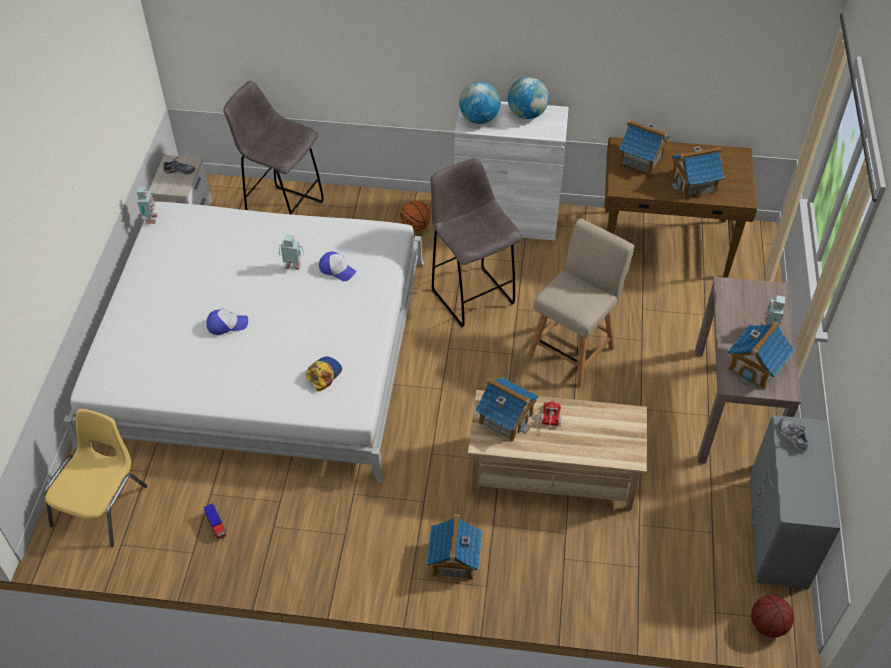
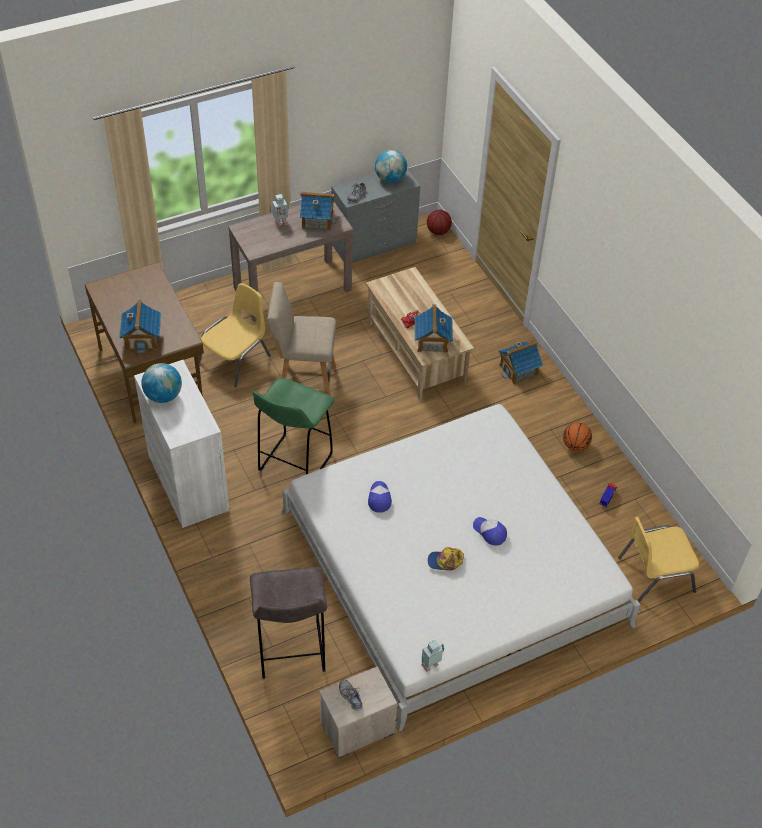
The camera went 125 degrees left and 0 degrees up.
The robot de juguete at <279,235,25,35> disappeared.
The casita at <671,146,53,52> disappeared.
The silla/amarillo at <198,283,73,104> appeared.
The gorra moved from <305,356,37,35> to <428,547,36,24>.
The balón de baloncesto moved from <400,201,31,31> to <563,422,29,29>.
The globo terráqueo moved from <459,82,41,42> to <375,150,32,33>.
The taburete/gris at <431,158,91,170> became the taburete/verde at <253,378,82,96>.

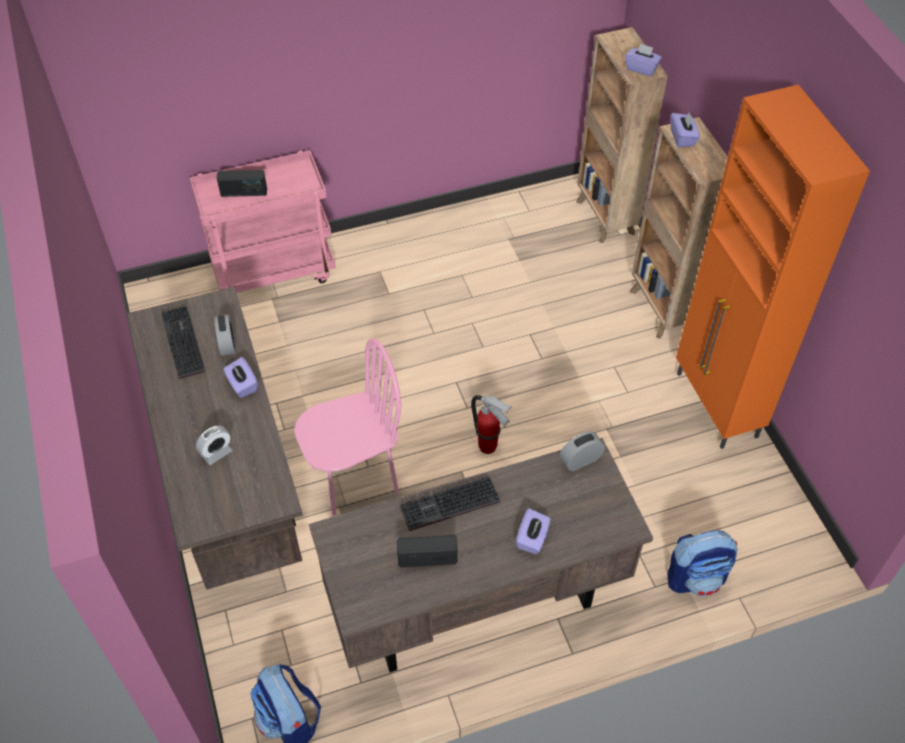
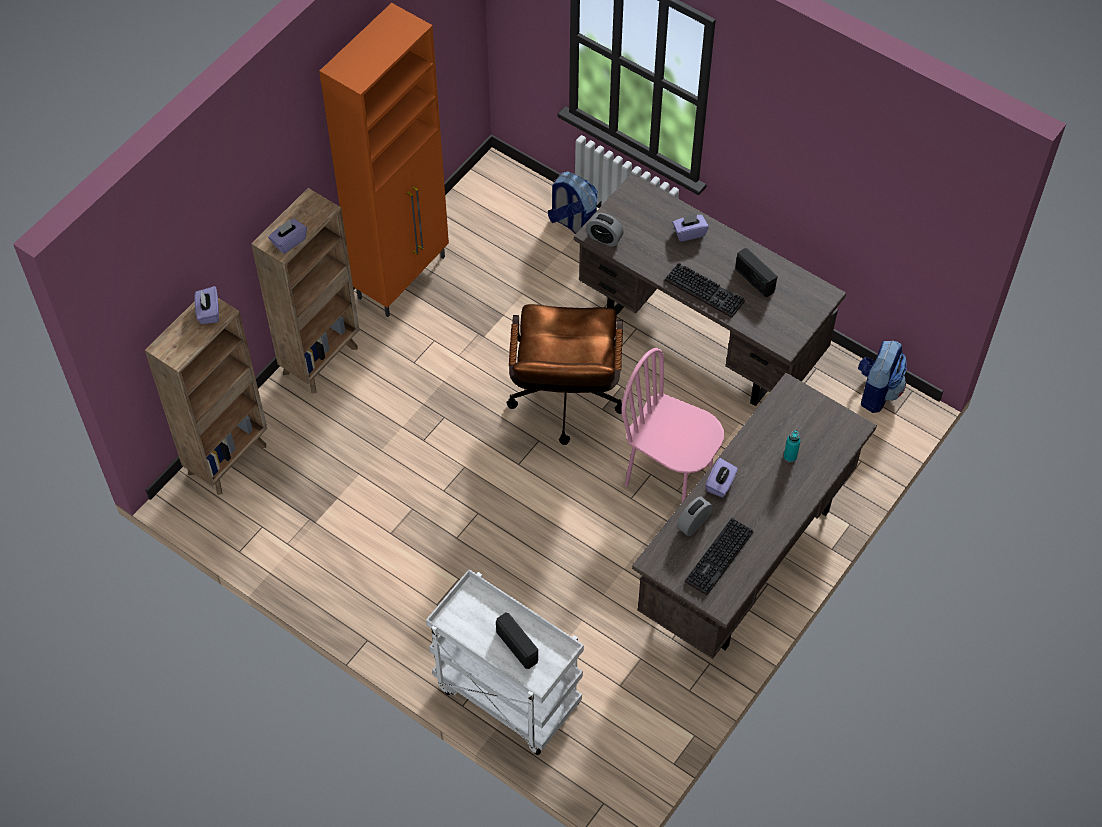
The camera went 125 degrees left and 5 degrees up.
The despertador at <196,425,36,40> was replaced by the botella/turquesa at <784,430,17,32>.
The extintor at <471,395,41,59> was replaced by the silla de oficina/marrón at <506,304,117,141>.
The carrito/rosa at <190,150,146,143> became the carrito/blanco at <426,569,158,186>.

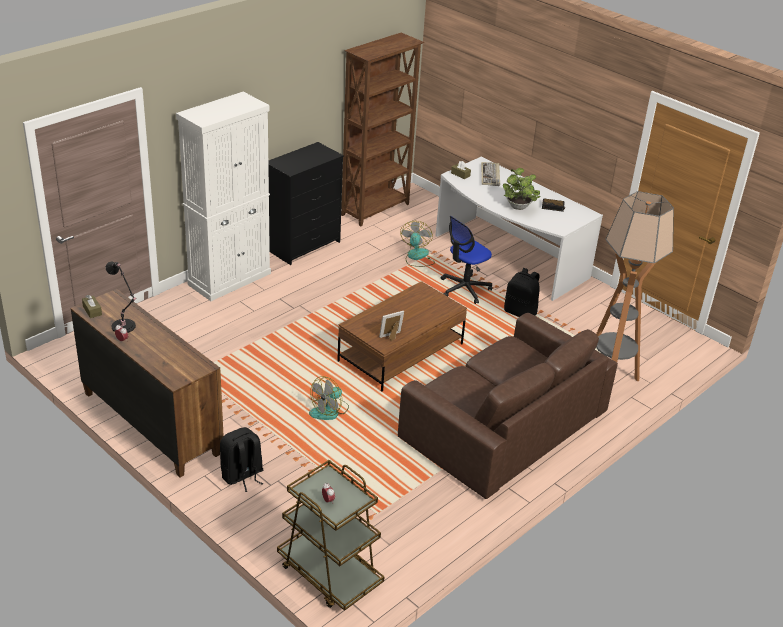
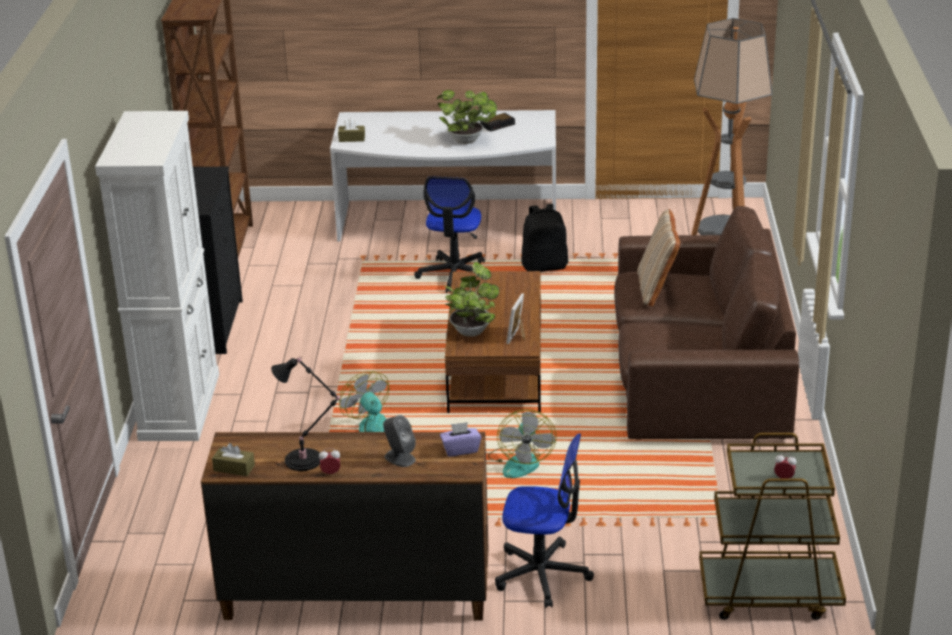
The camera went 40 degrees left and 5 degrees down.
The teclado at <481,162,19,24> disappeared.
The altavoz/gris at <383,415,33,52> appeared.
The caja de pañuelos/morado at <440,422,41,35> appeared.
The planta en maceta at <445,262,54,75> appeared.
The cojín/beis at <637,209,43,98> appeared.
The ventilador moved from <400,221,35,46> to <339,371,73,61>.
The mochila/negro at <220,427,43,65> was replaced by the silla de oficina at <495,433,99,175>.

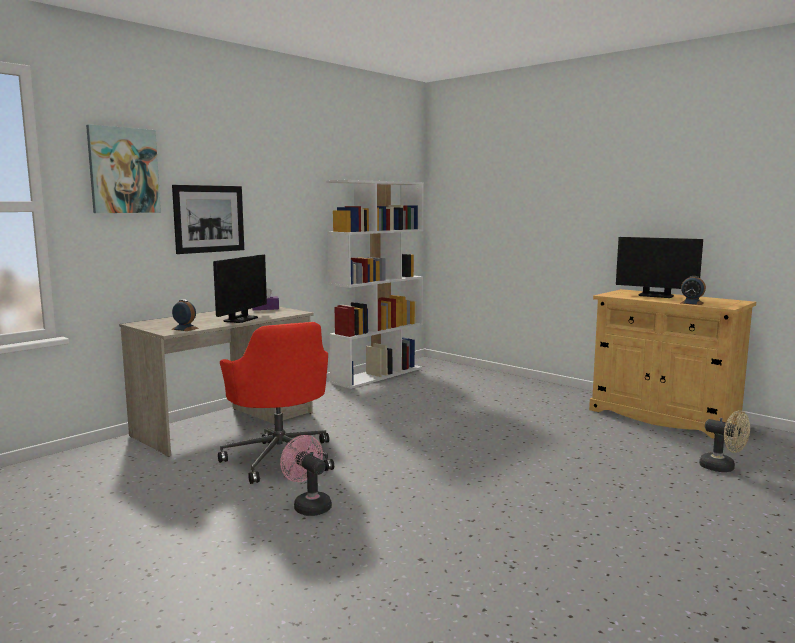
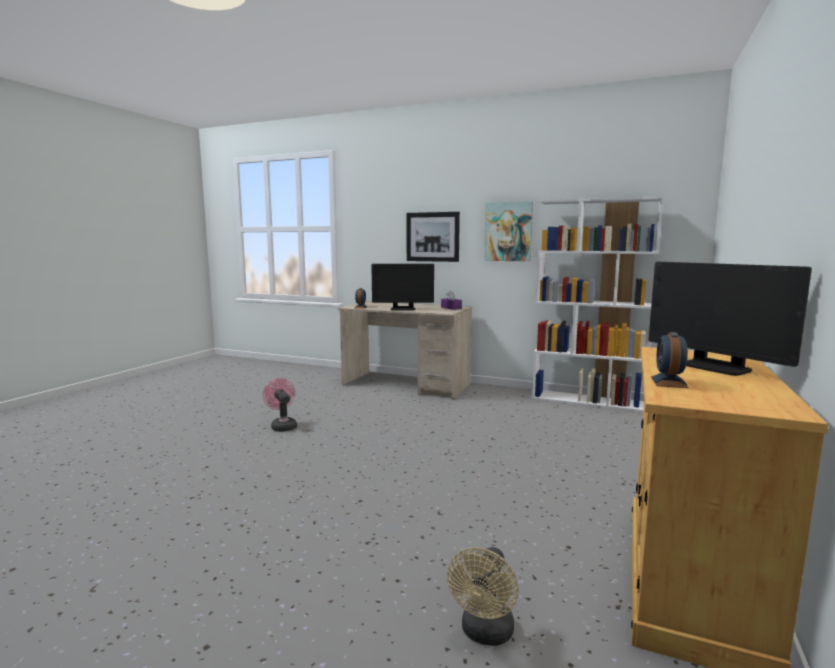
The camera went 70 degrees right and 0 degrees up.
The silla de oficina/rojo at <218,322,116,162> disappeared.
The cuadro moved from <86,124,75,89> to <484,201,49,60>.
The ventilador/rosa at <280,435,52,81> turned 60 degrees counterclockwise.
The monitor at <616,237,87,61> turned 45 degrees counterclockwise.

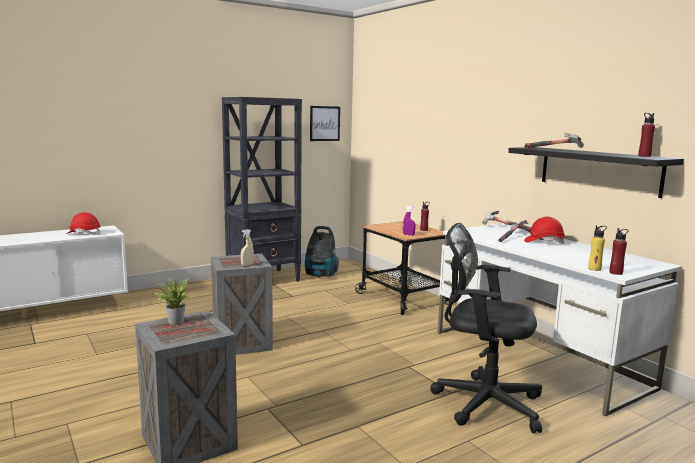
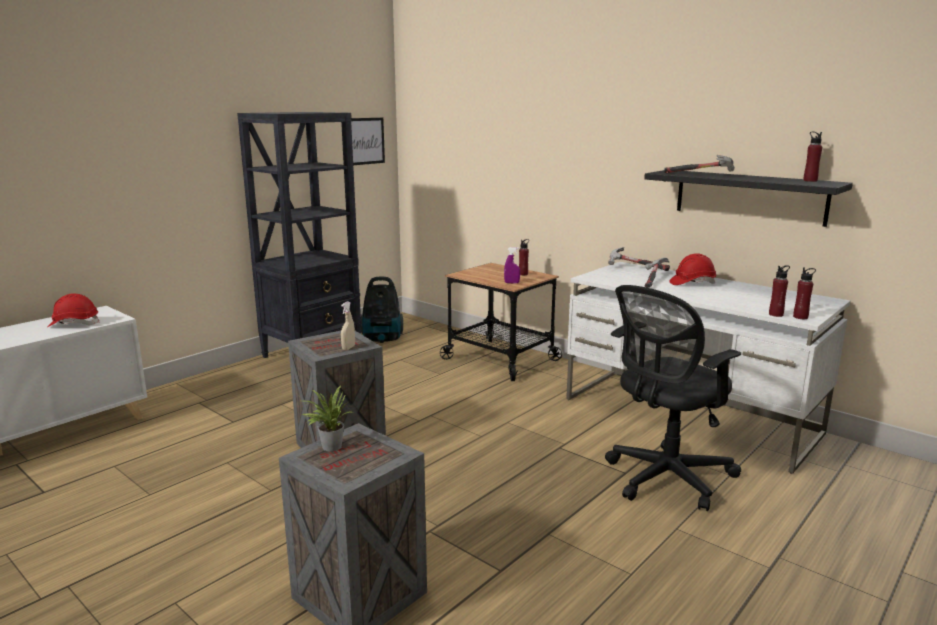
The camera went 15 degrees left and 5 degrees up.
The botella/amarillo at <588,225,19,46> became the botella/rojo at <769,265,21,52>.
The silla de oficina/negro at <430,223,112,210> turned 45 degrees counterclockwise.

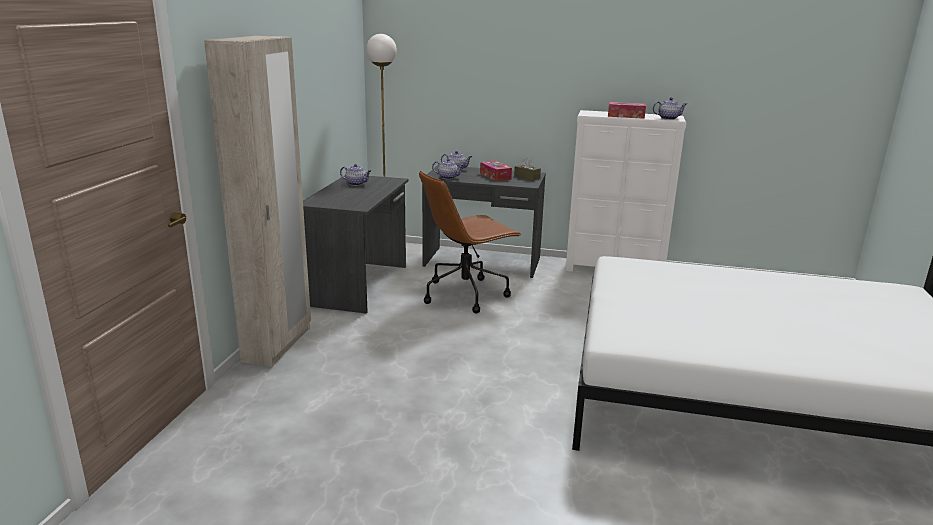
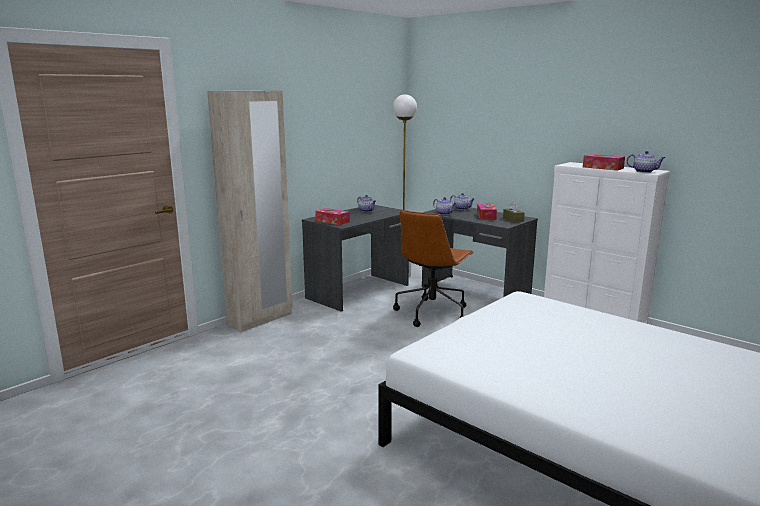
The camera went 30 degrees right and 5 degrees down.
The caja de pañuelos at <315,208,35,17> appeared.
The silla de oficina/marrón at <419,171,103,142> turned 60 degrees counterclockwise.

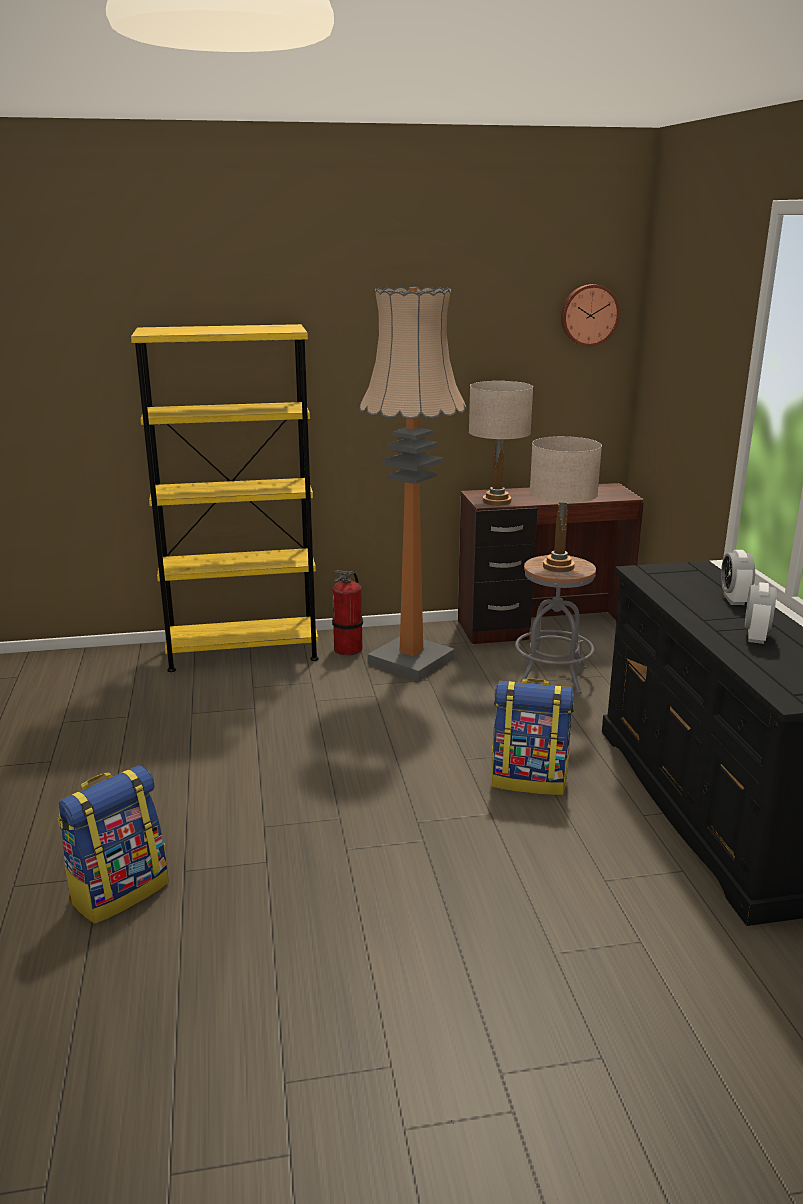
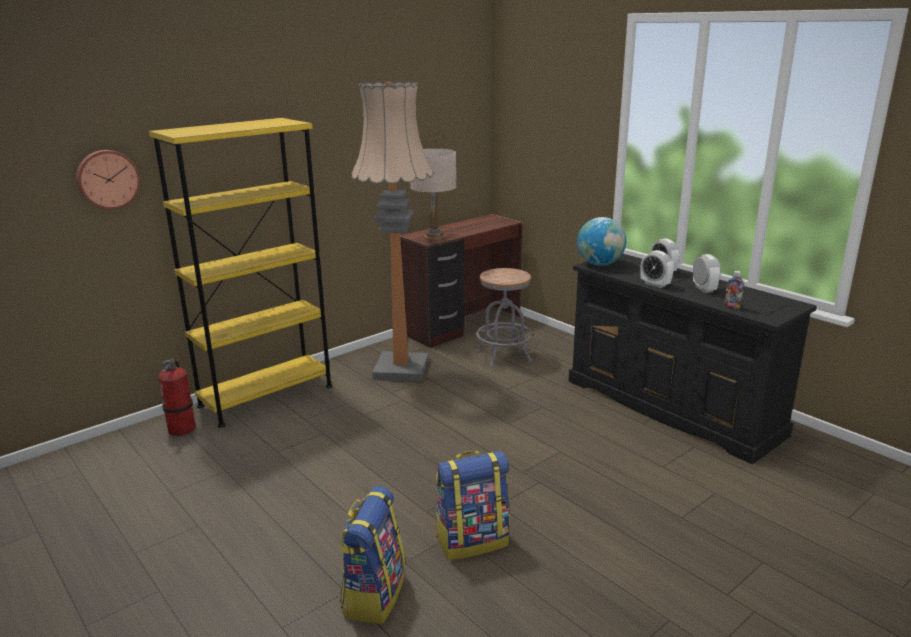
The camera went 30 degrees left and 0 degrees up.
The lámpara de mesa/beis at <530,436,72,136> disappeared.
The globo terráqueo at <577,217,49,49> appeared.
The despertador at <640,250,34,38> appeared.
The botella at <724,271,20,38> appeared.
The extintor moved from <332,570,31,85> to <158,358,38,78>.
The mochila moved from <492,678,82,117> to <436,451,74,109>.
The reloj de pared moved from <561,284,59,63> to <76,150,64,60>.

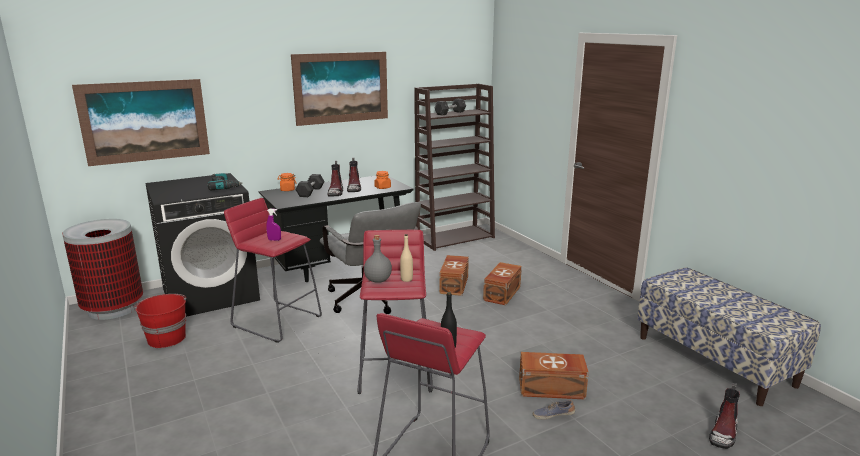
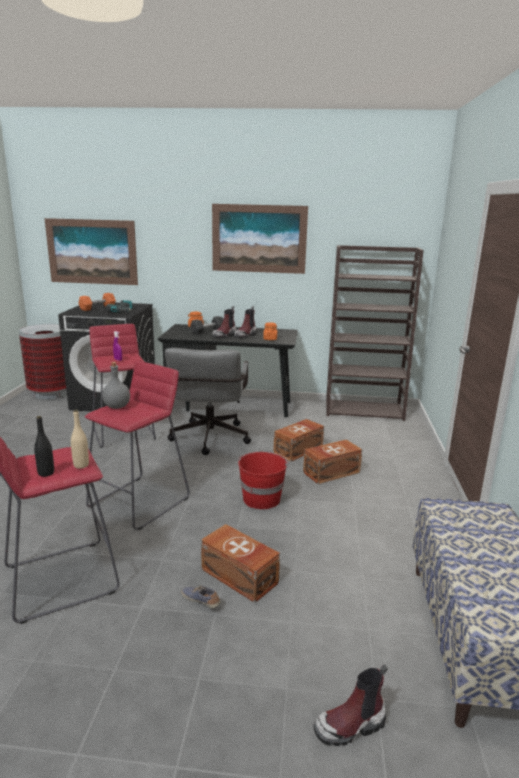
The camera went 35 degrees right and 0 degrees up.
The mancuerna/gris at <434,99,32,16> disappeared.
The mancuerna/naranja at <79,293,37,18> appeared.
The cubo/rojo moved from <135,294,51,54> to <238,452,50,57>.
The botella/beis moved from <400,234,13,48> to <71,410,18,59>.

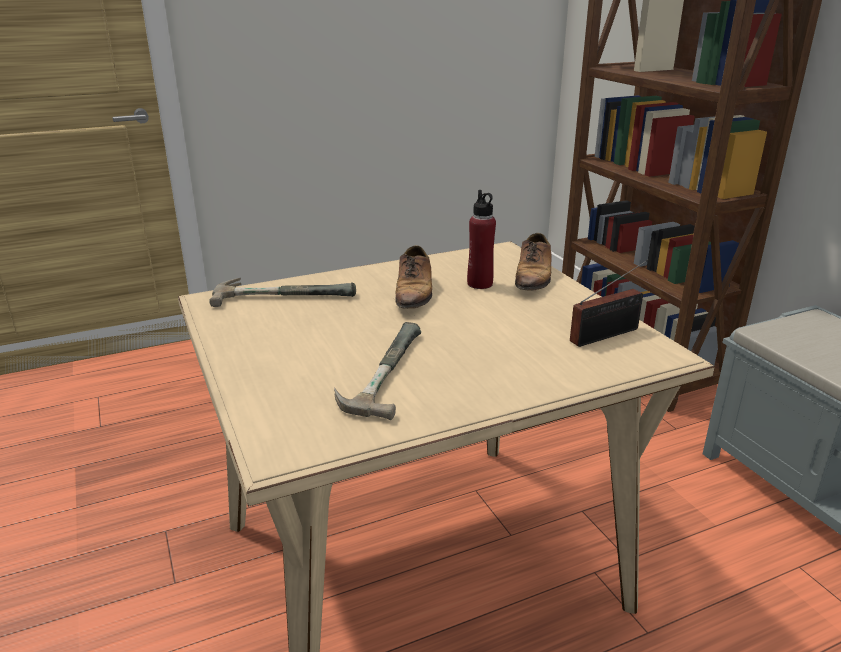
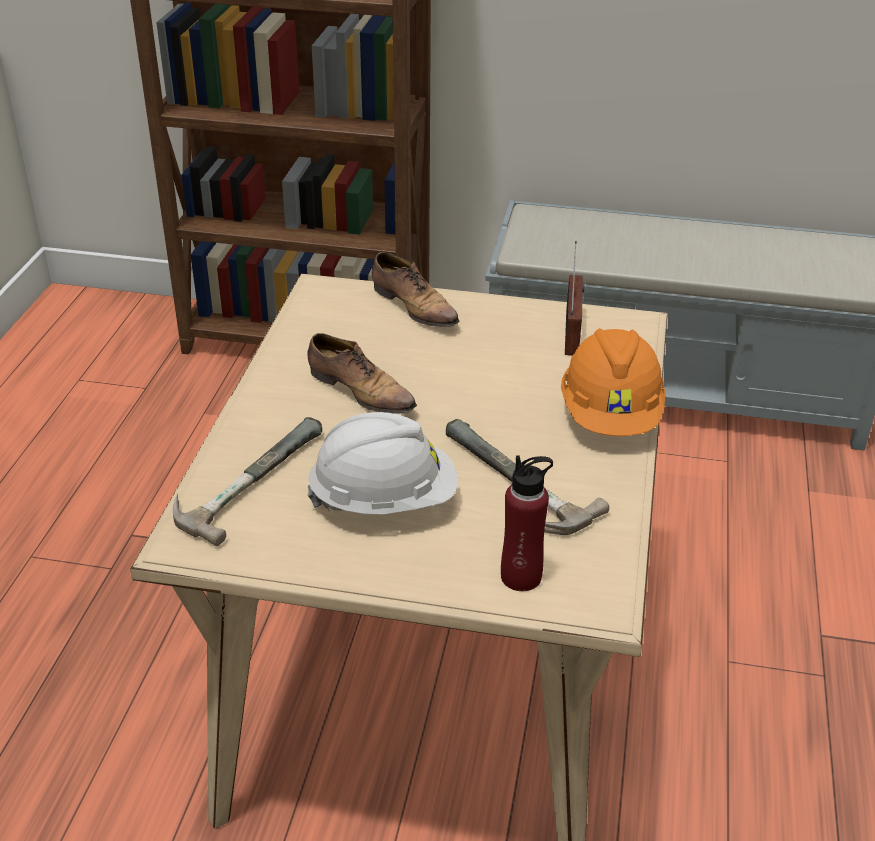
The camera went 55 degrees left and 10 degrees up.
The casco/blanco at <308,412,150,102> appeared.
The casco/naranja at <561,328,105,108> appeared.
The botella/rojo moved from <467,190,29,99> to <501,455,52,136>.

